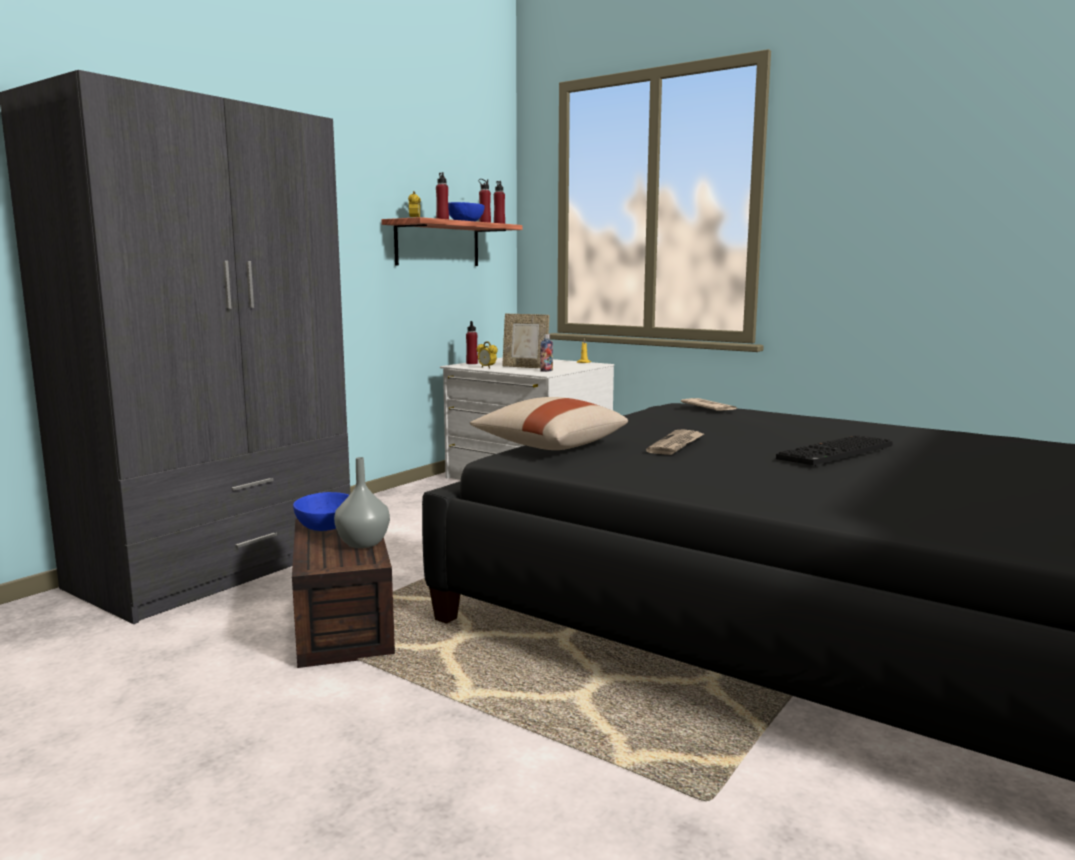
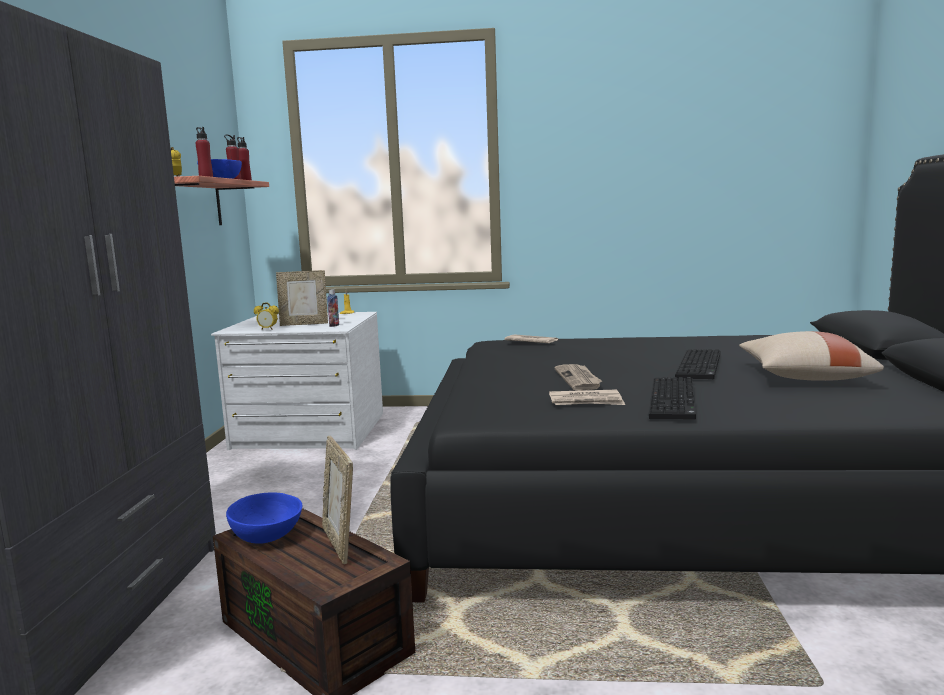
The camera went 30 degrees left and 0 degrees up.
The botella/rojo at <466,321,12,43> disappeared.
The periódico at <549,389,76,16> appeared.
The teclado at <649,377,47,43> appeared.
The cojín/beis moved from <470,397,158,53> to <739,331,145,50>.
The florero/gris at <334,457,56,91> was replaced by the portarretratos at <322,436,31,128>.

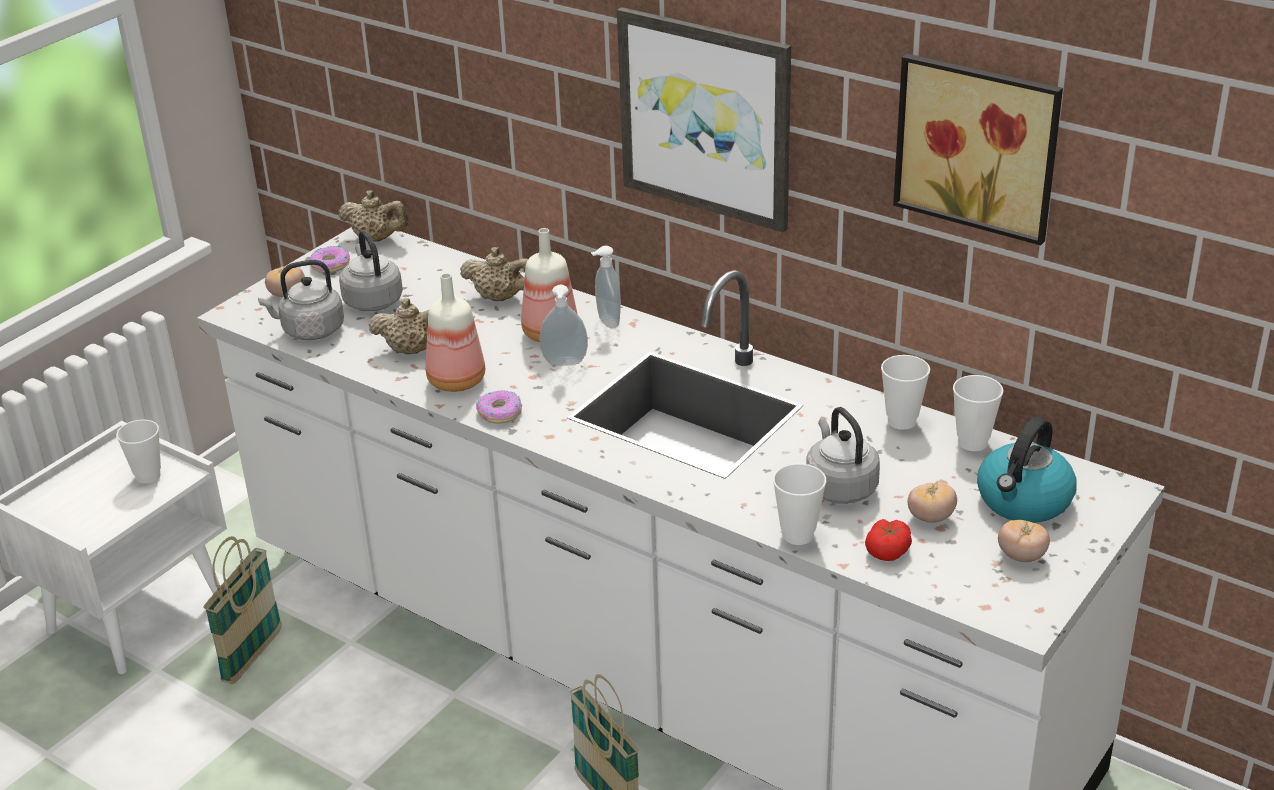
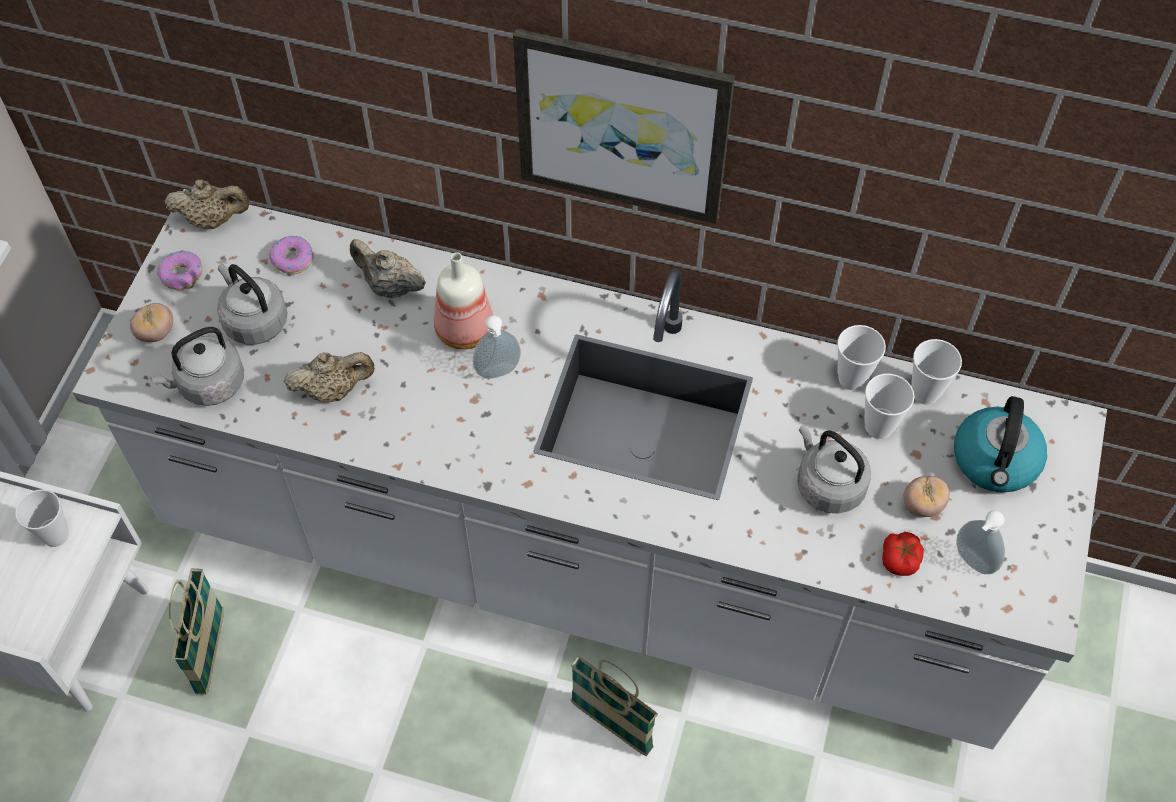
The camera went 20 degrees left and 25 degrees up.
The botella at <426,273,59,119> disappeared.
The cuadro at <893,54,170,191> disappeared.
The tomate at <998,520,52,42> disappeared.
The rosquilla moved from <476,390,46,34> to <269,236,45,38>.
The dispensador de jabón moved from <591,246,30,82> to <956,510,49,64>.
The taza moved from <773,463,53,82> to <864,374,50,65>.
The tetera/beis at <460,247,68,54> turned 150 degrees counterclockwise.

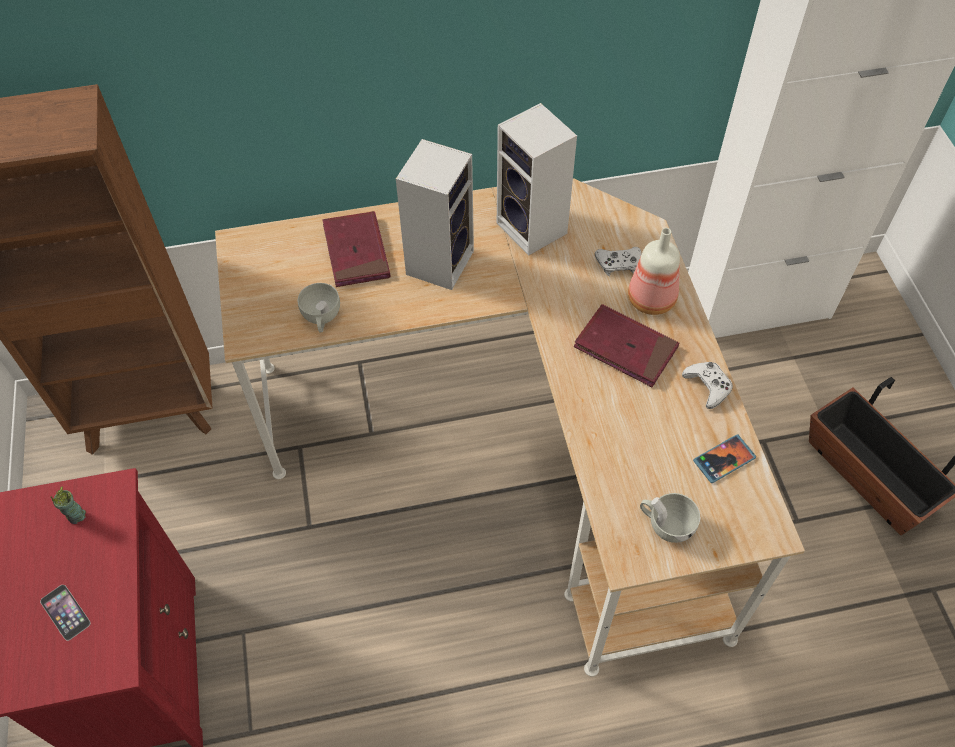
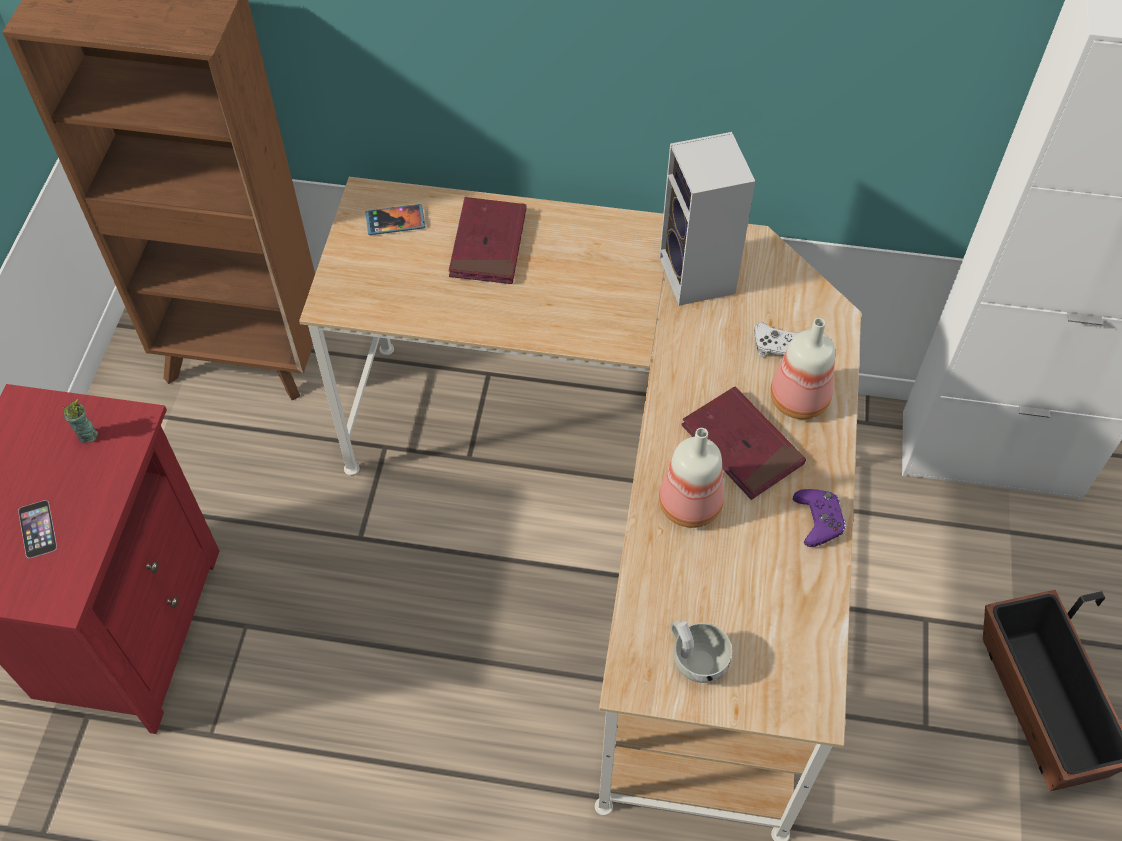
The camera went 20 degrees right and 0 degrees up.
The taza/blanco at <297,283,43,50> disappeared.
The altavoz at <396,139,78,151> disappeared.
The botella at <659,428,65,100> appeared.
The móvil moved from <693,434,63,49> to <365,204,60,31>.
The mando de consola/blanco at <682,362,51,47> became the mando de consola/morado at <793,489,53,58>.

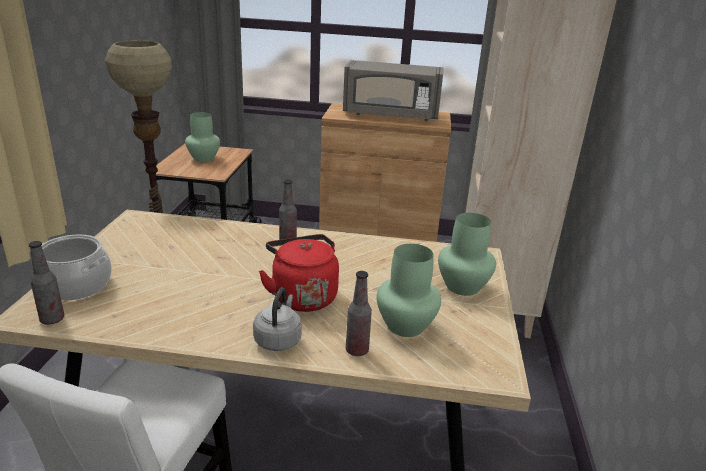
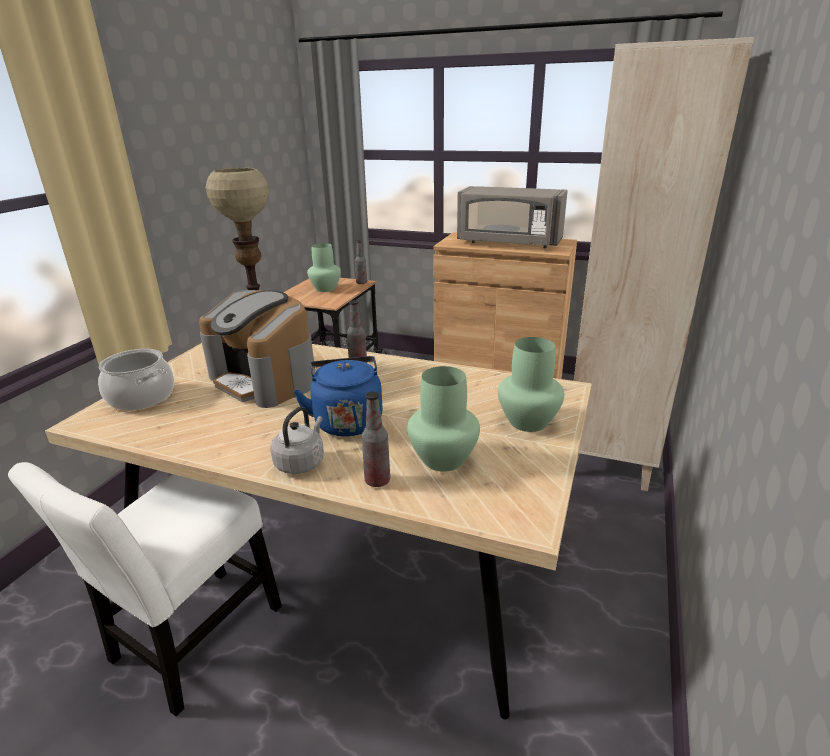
The camera went 15 degrees right and 0 degrees up.
The cafetera at <199,290,116,118> appeared.
The botella moved from <29,241,35,84> to <355,240,12,44>.
The hervidor/rojo at <259,234,80,78> became the hervidor/azul at <293,356,90,80>.

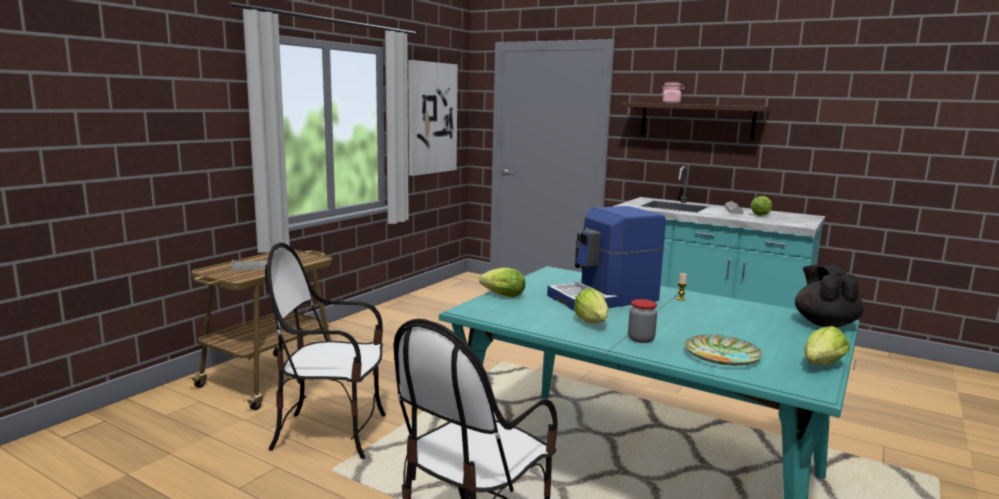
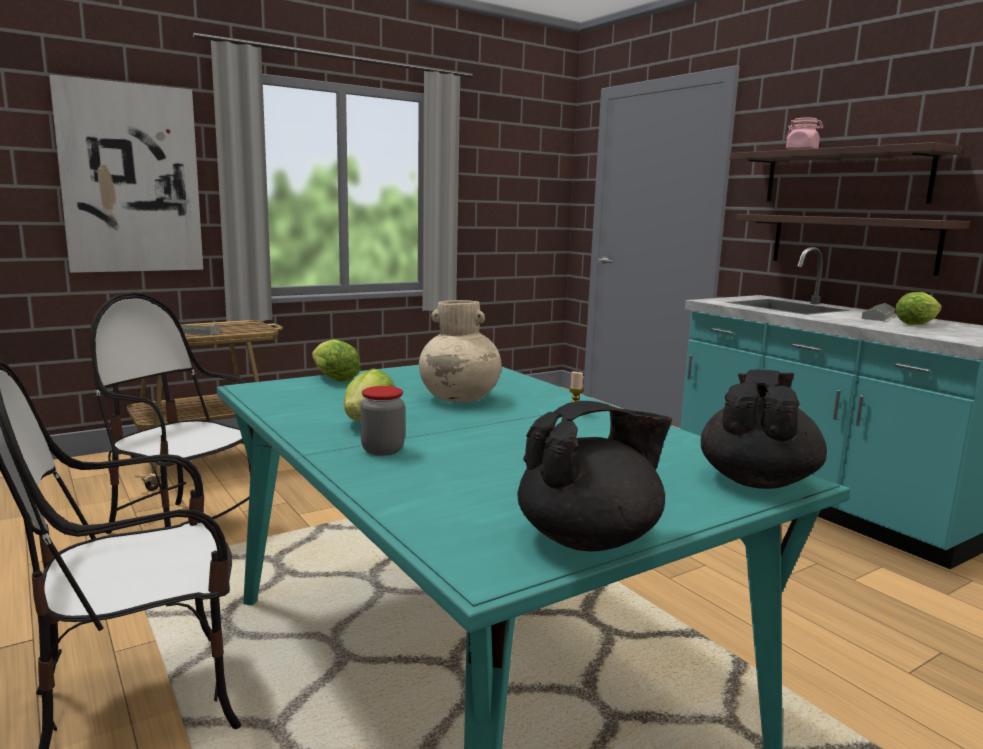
The camera went 25 degrees right and 0 degrees up.
The plato at <685,335,78,31> disappeared.
The estante at <736,214,234,62> appeared.
The cuadro moved from <408,60,50,116> to <49,75,154,198>.
The cafetera at <547,206,119,105> was replaced by the florero/beis at <419,300,83,102>.
The lechuga at <804,326,46,39> was replaced by the tetera/negro at <518,401,154,150>.

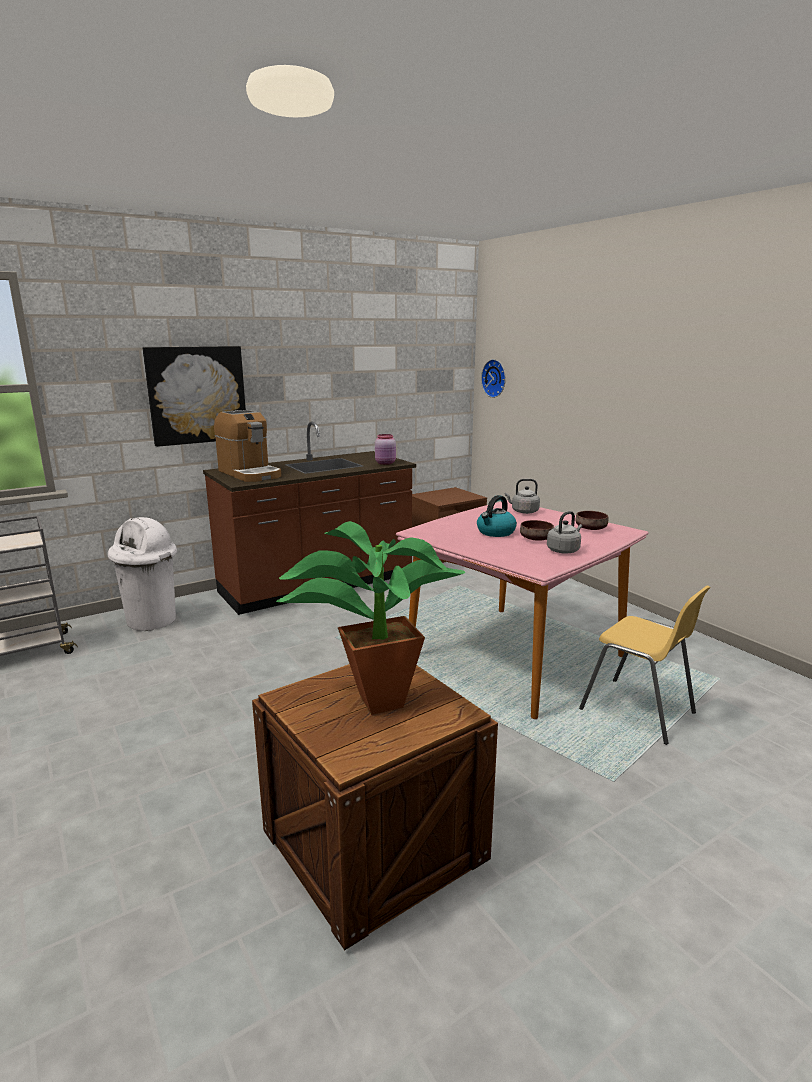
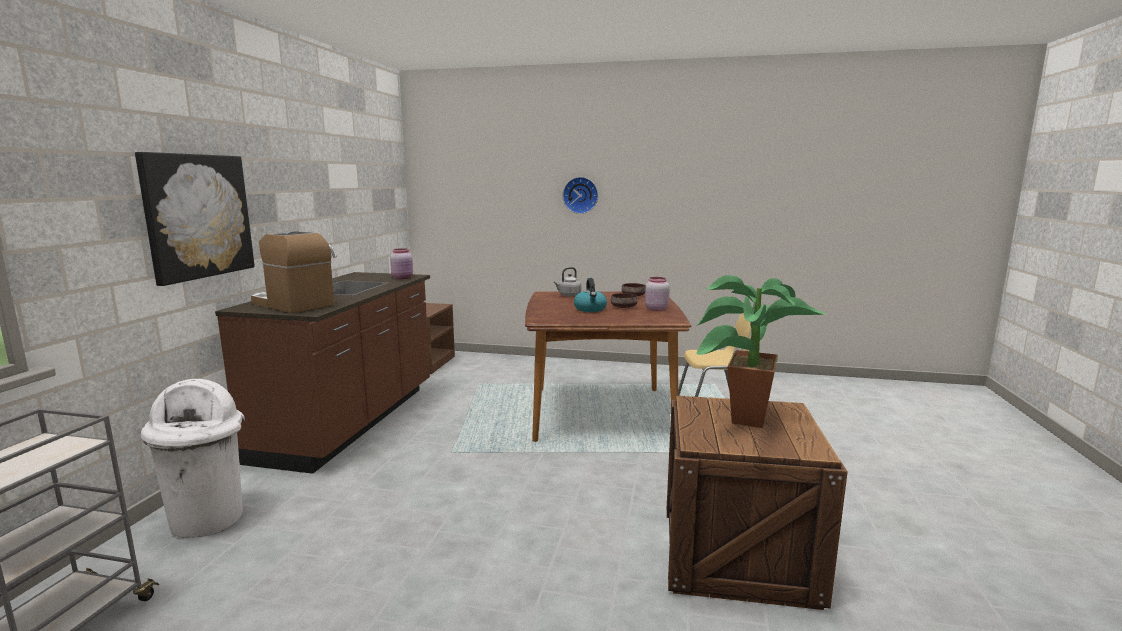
The camera went 45 degrees left and 5 degrees down.
The reloj de pared moved from <481,359,25,39> to <563,177,35,37>.
The hervidor/gris at <547,511,35,42> was replaced by the tarro/rosa at <645,277,25,34>.
The mesa de comedor/rosa at <396,500,253,219> became the mesa de comedor/marrón at <525,291,166,151>.
The cafetera at <214,410,67,72> turned 150 degrees counterclockwise.

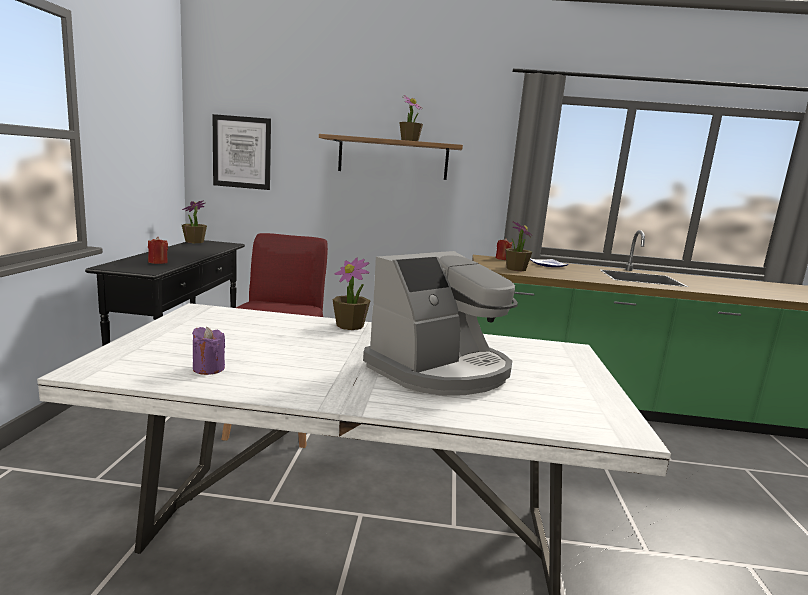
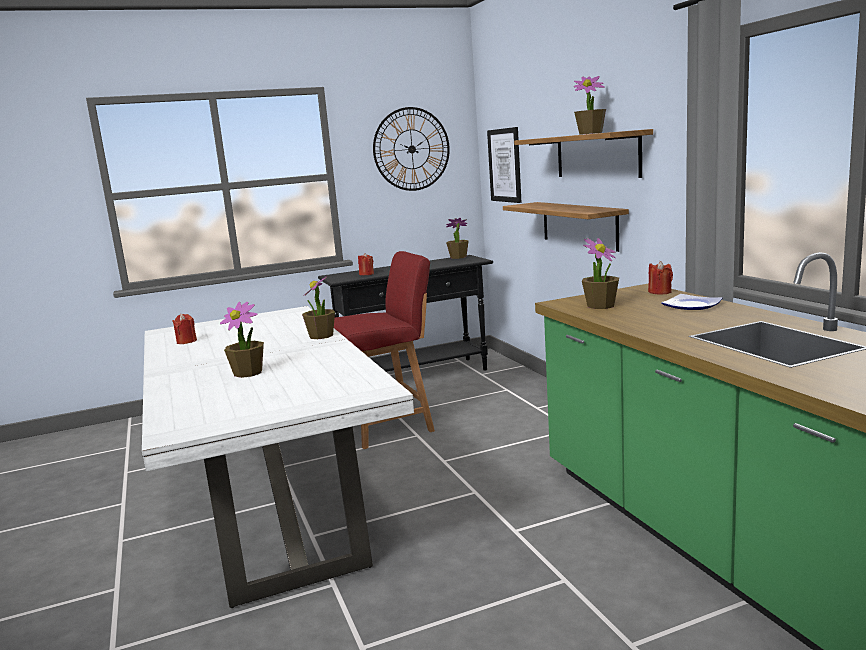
The camera went 65 degrees right and 0 degrees up.
The reloj de pared at <373,107,77,84> appeared.
The estante at <503,202,126,50> appeared.
The cafetera at <363,251,155,145> was replaced by the planta en maceta at <220,302,44,76>.
The vela/morado at <192,327,33,48> became the vela/rojo at <172,314,25,30>.

